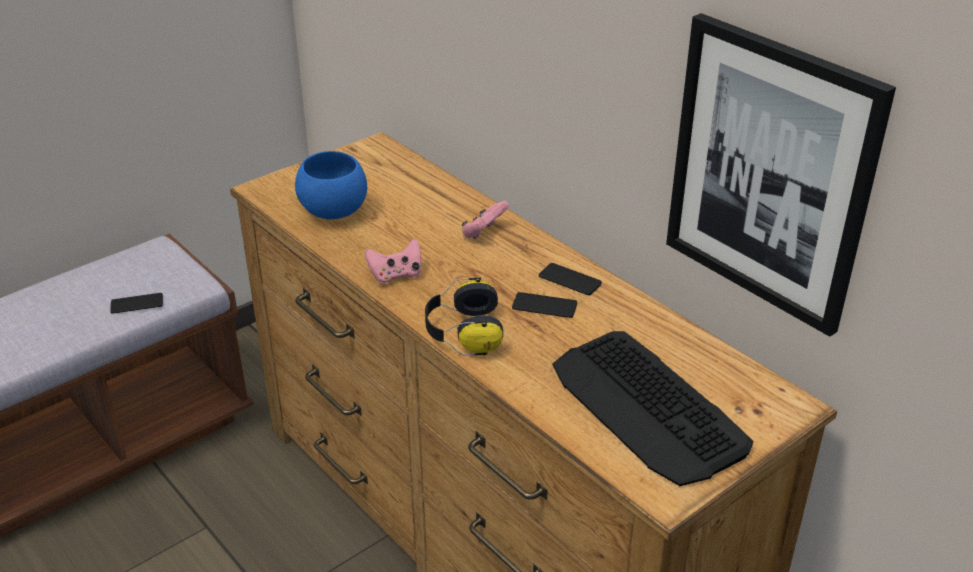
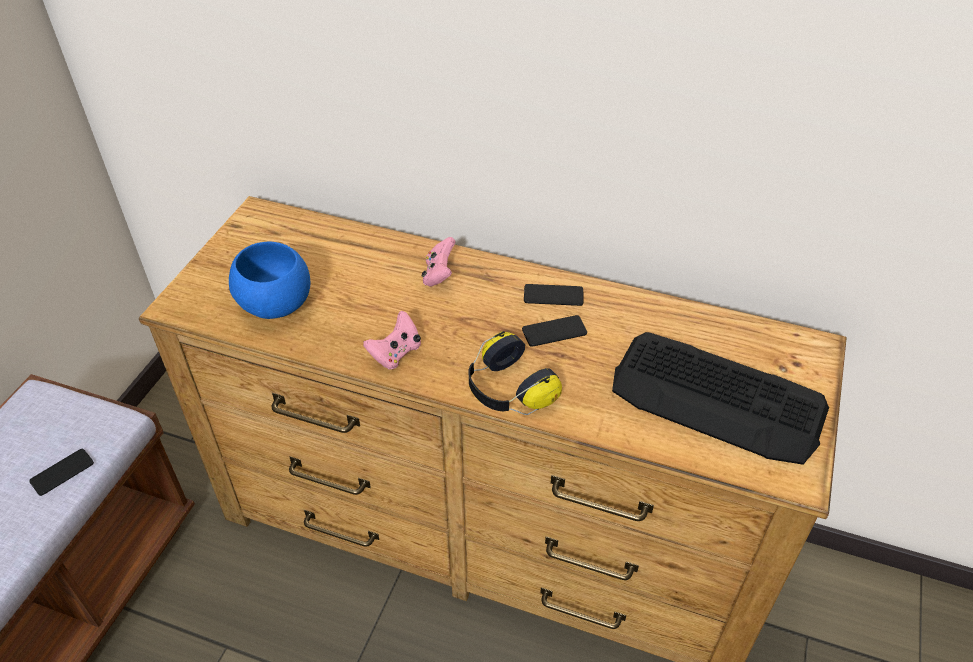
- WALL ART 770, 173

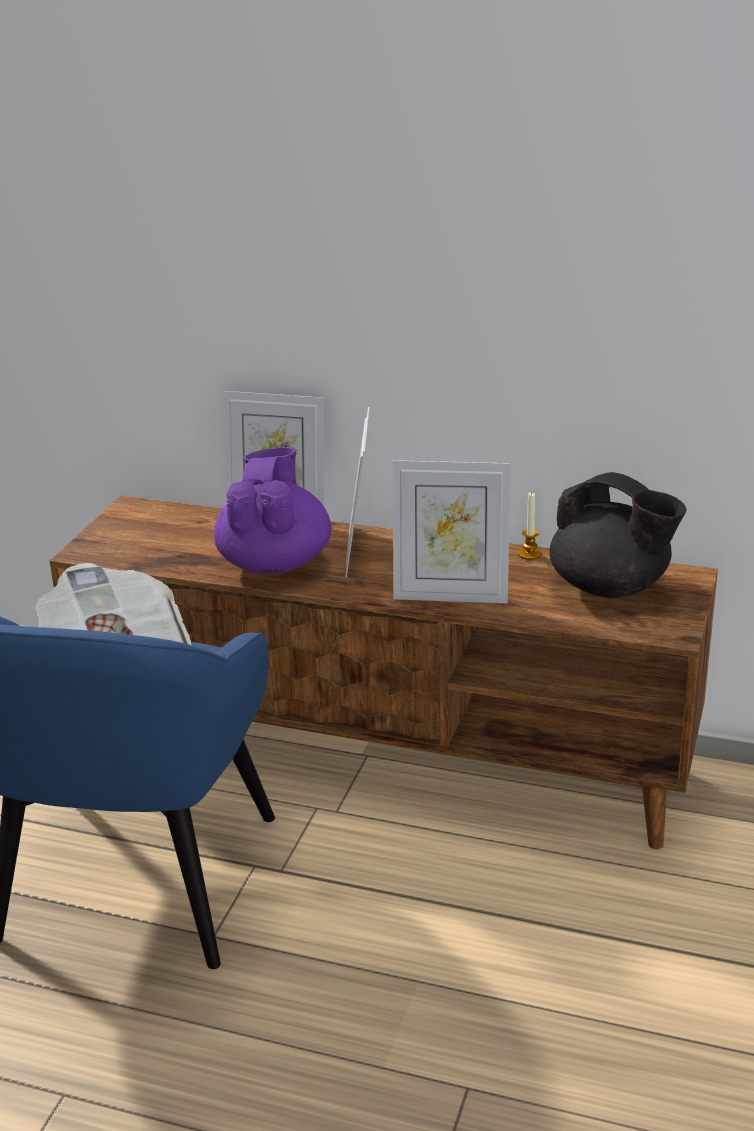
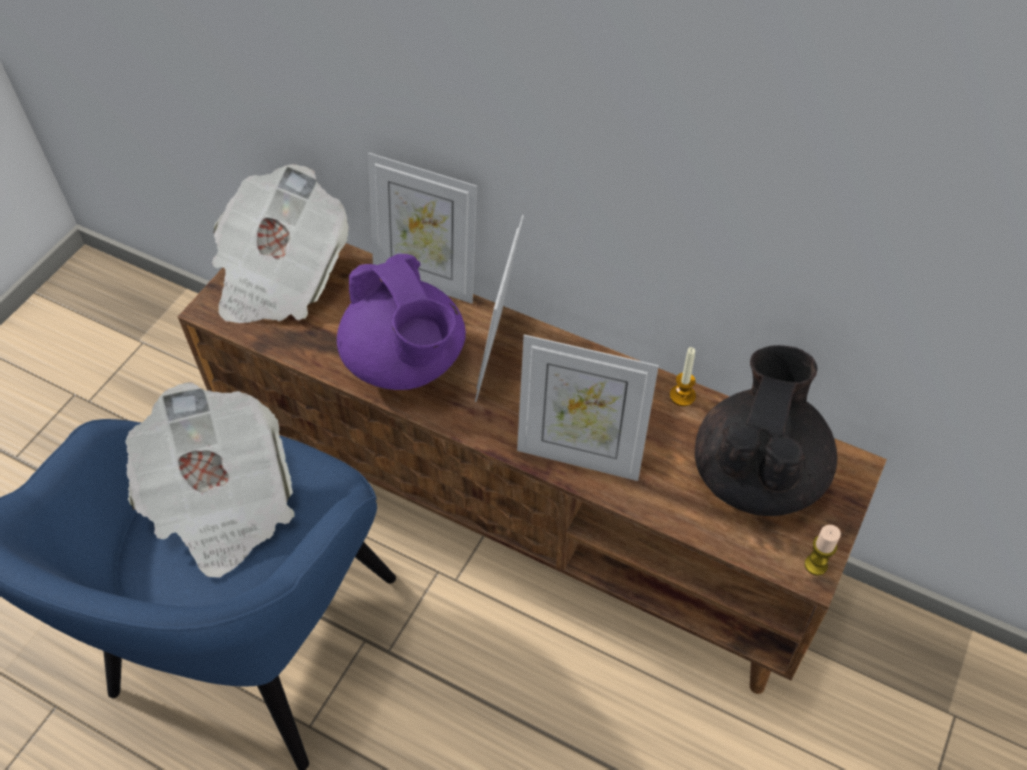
~ PURPLE TEAPOT 275, 562 = 406, 362 135 degrees clockwise
~ BLACK-COLOURED TEAPOT 610, 587 = 757, 473 120 degrees counterclockwise
+ NEWSPAPER 280, 276
+ WAX CANDLE 816, 565

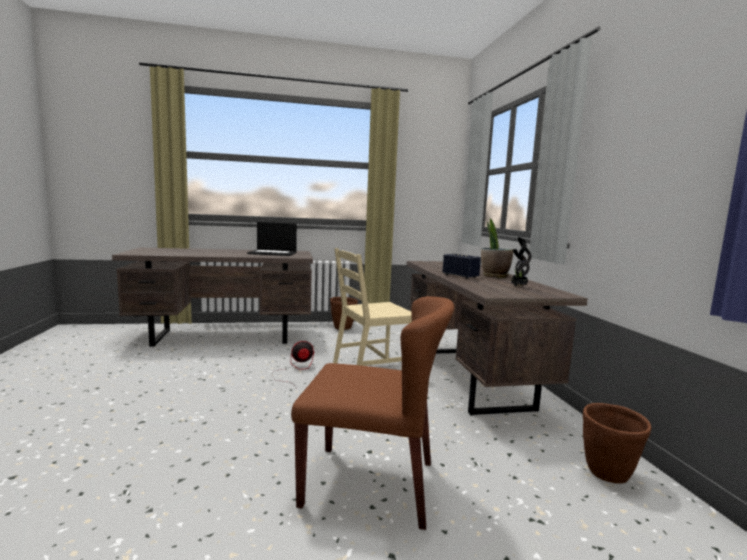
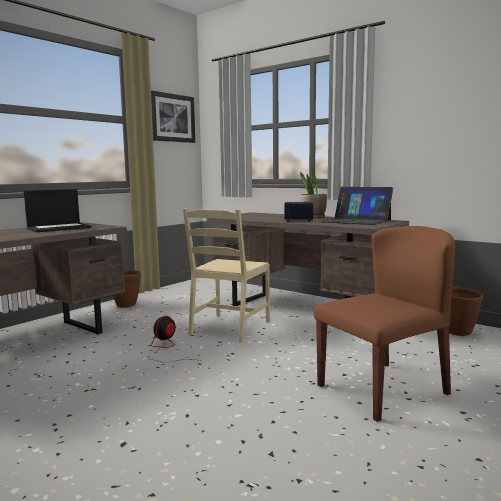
~ POTTED PLANT 518, 286 to NOTEBOOK COMPUTER 356, 221
+ WALL ART 172, 118

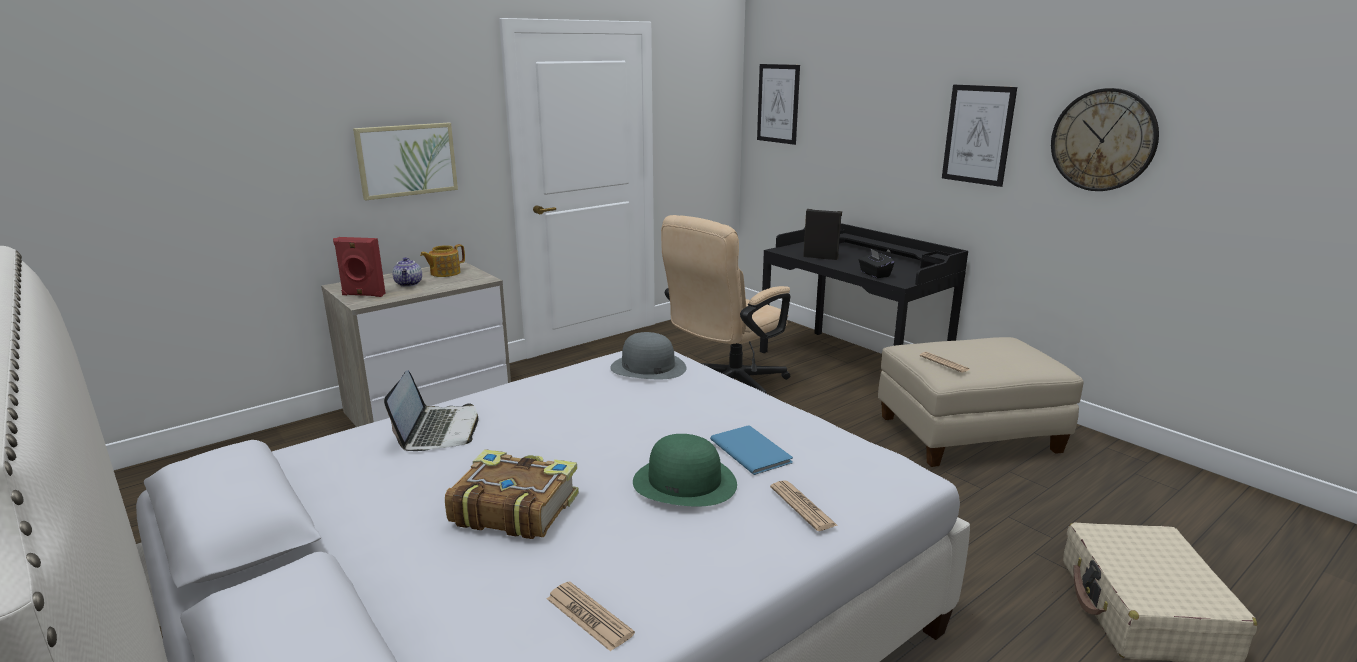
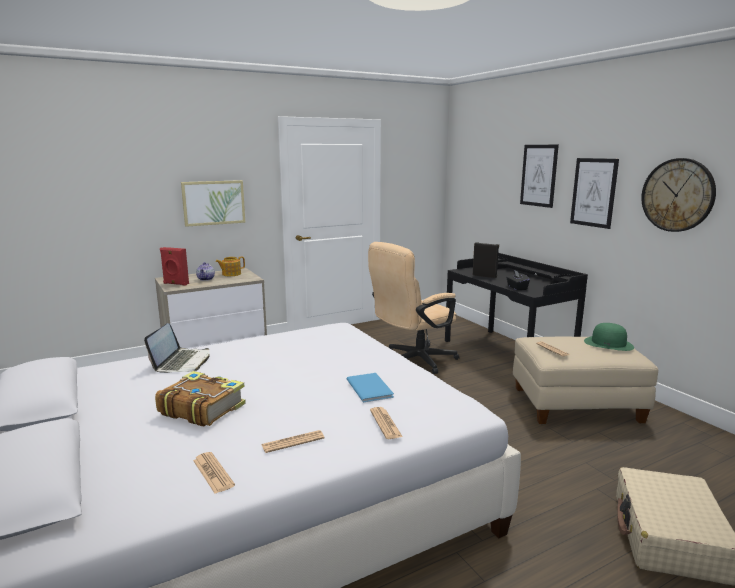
- GREYISH HAT 648, 367
~ GREEN-COLOURED HAT 685, 482 to 608, 344
~ WALL ART 778, 103 to 538, 175
+ NEWSPAPER 293, 442

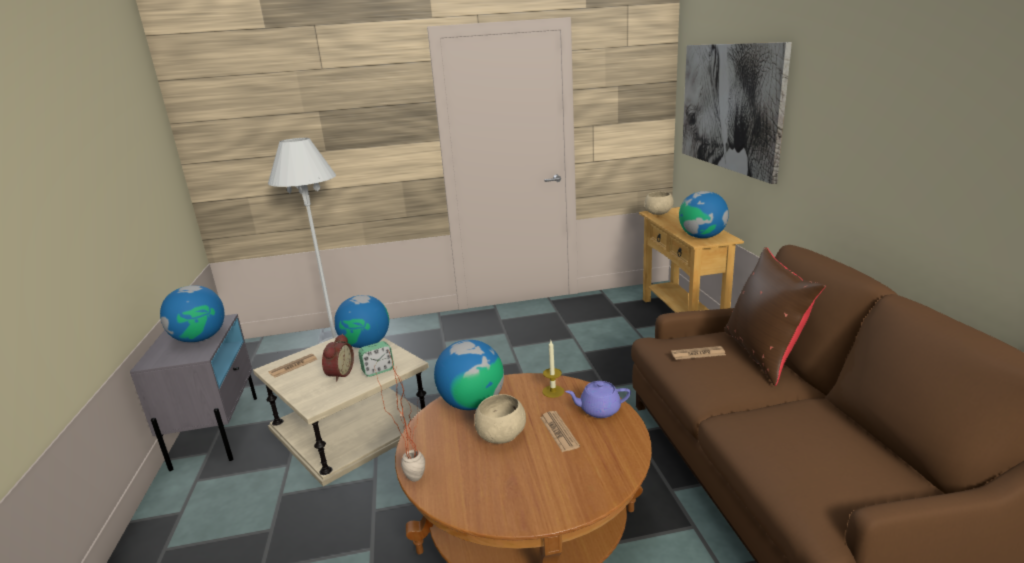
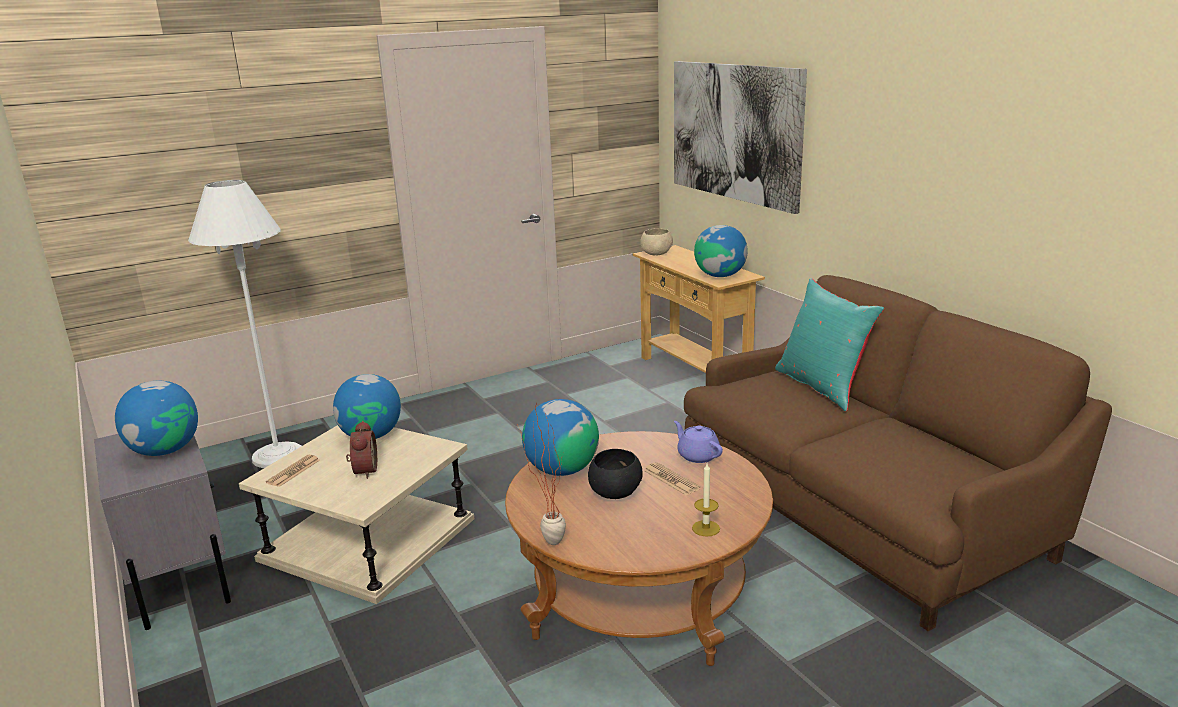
- BEDSIDE CLOCK 378, 370
~ BEIGE-COLOURED DEEP DISH 500, 436 to BLACK-COLOURED DEEP DISH 614, 493
~ WAX CANDLE 553, 391 to 706, 528
~ PURPLE TEAPOT 598, 410 = 697, 455 75 degrees clockwise
- NEWSPAPER 698, 354
~ BROWNISH CUSHION 763, 354 to TURQUOISE-COLOURED CUSHION 822, 386

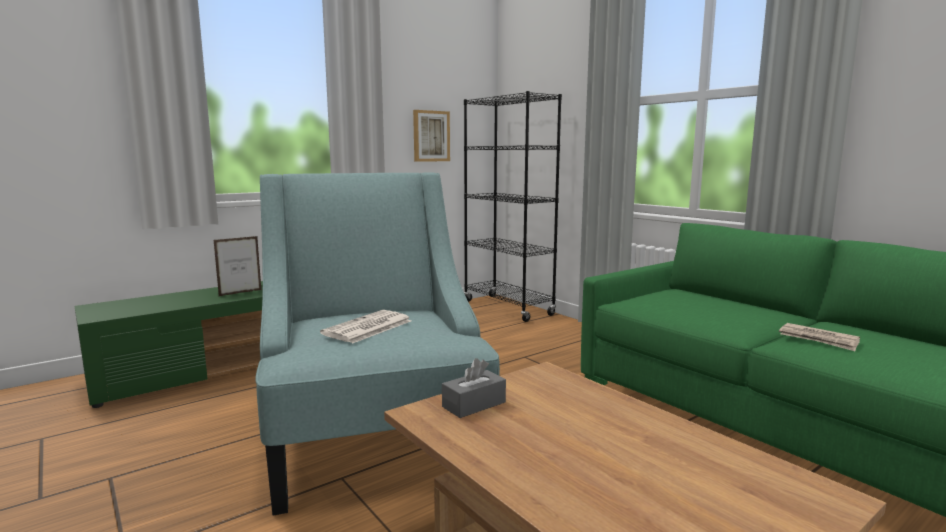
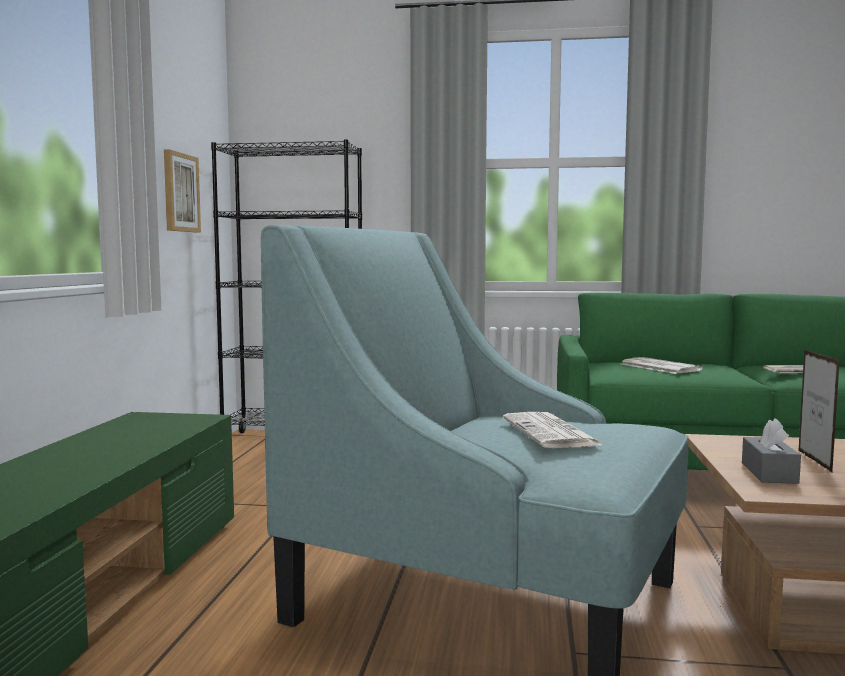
~ PHOTO FRAME 240, 293 to 814, 461
+ NEWSPAPER 658, 367

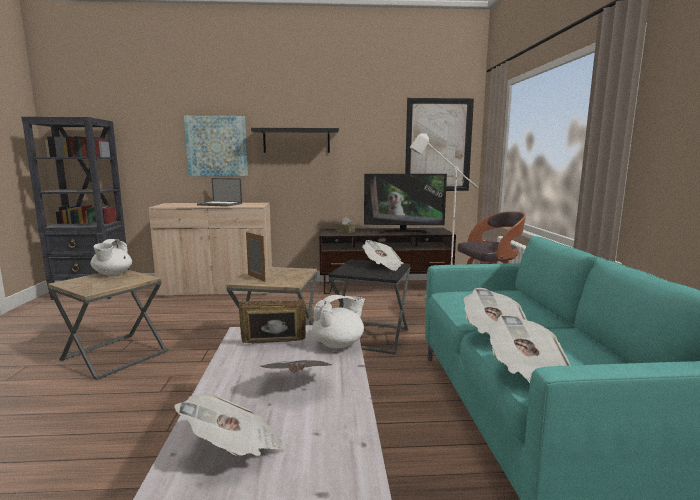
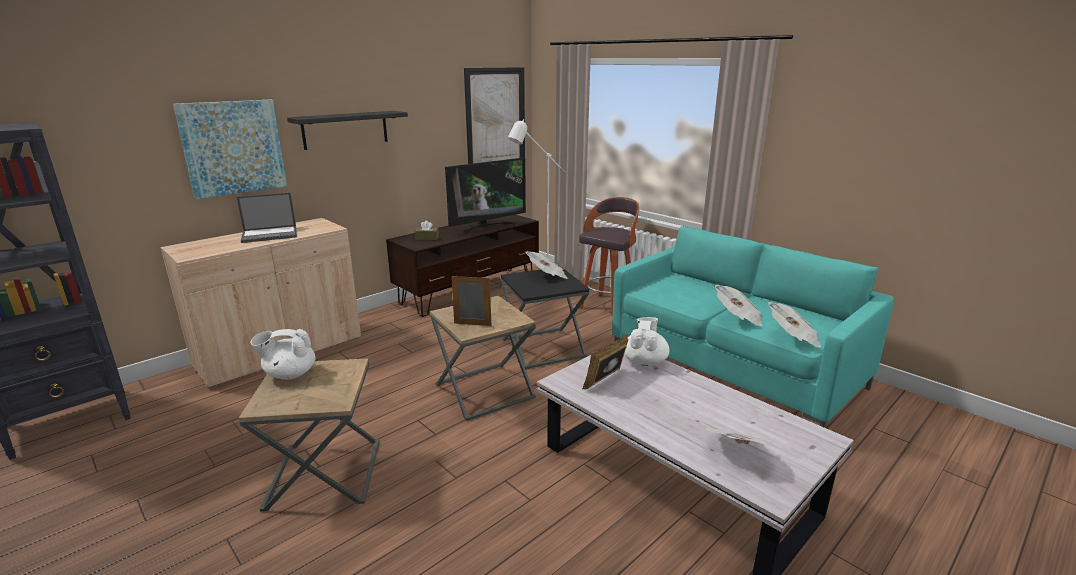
~ WHITISH TEAPOT 112, 274 = 289, 374 120 degrees clockwise
- NEWSPAPER 295, 384

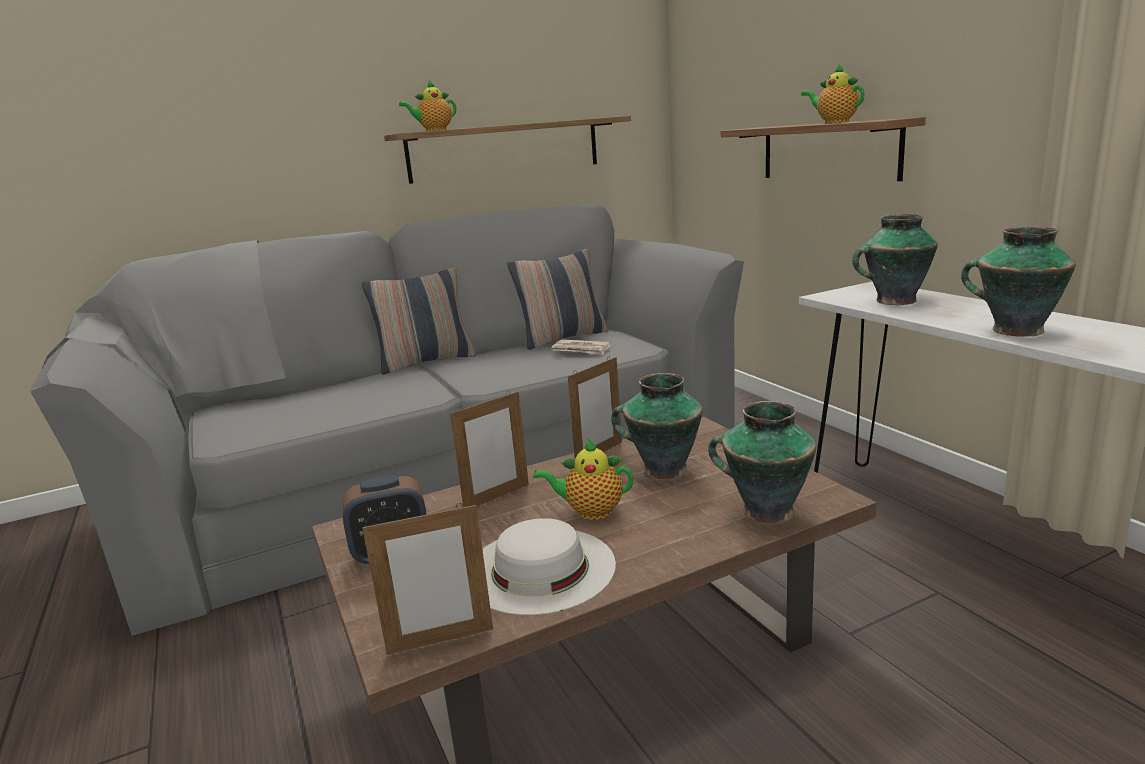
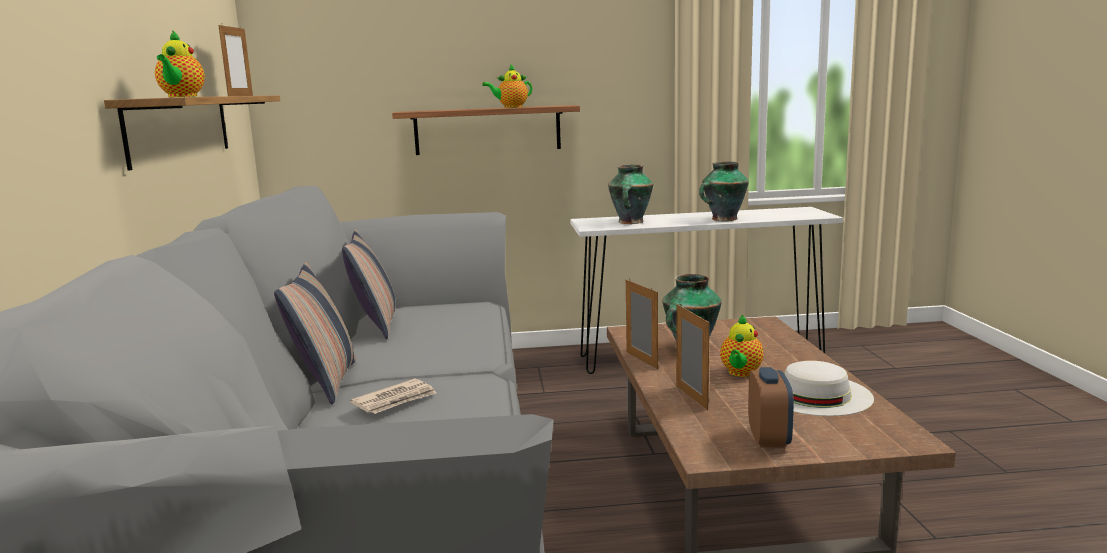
~ PHOTO FRAME 440, 641 to 240, 96
~ NEWSPAPER 581, 350 to 395, 400
- VASE 765, 511

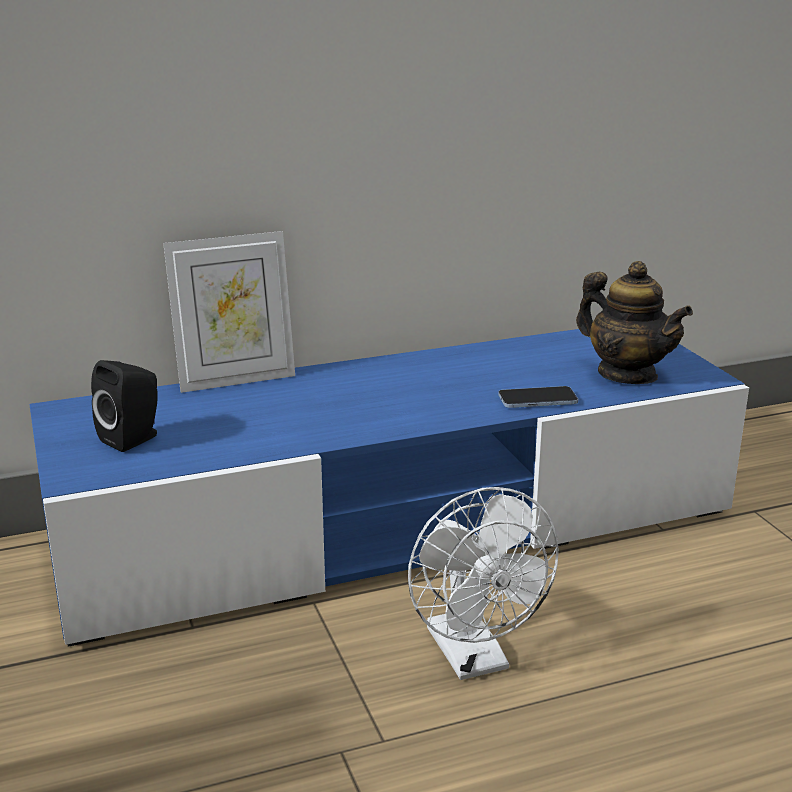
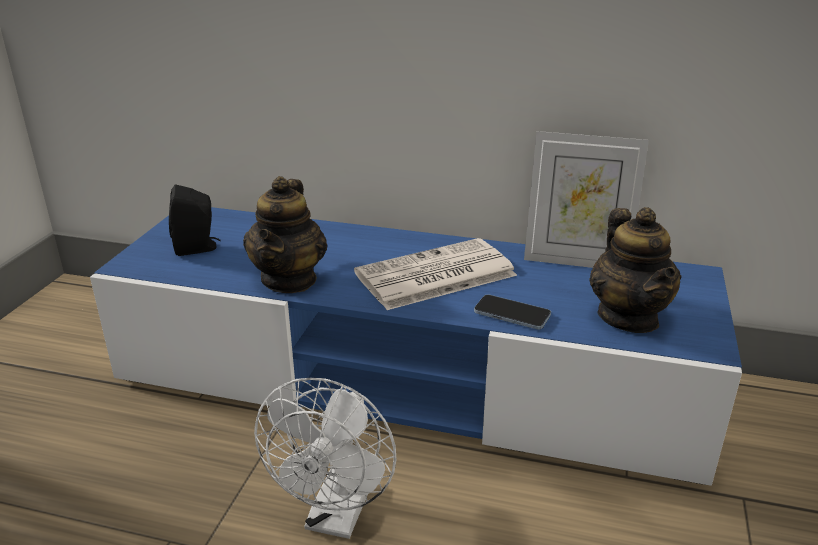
~ PHOTO FRAME 236, 379 to 576, 260
+ TEAPOT 289, 279
+ NEWSPAPER 434, 276

